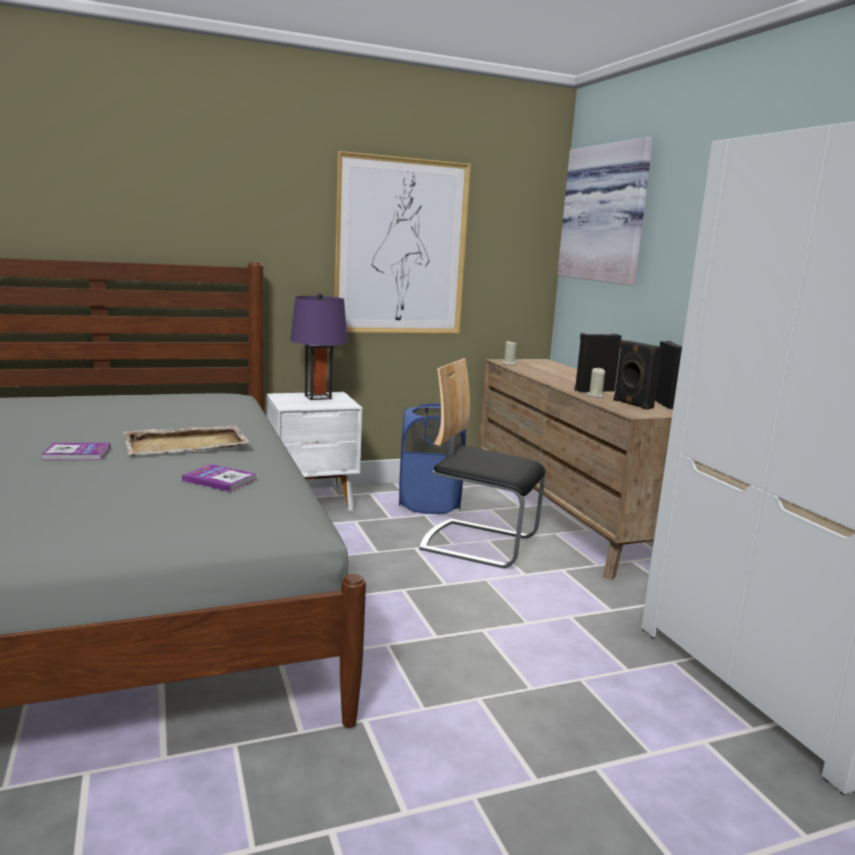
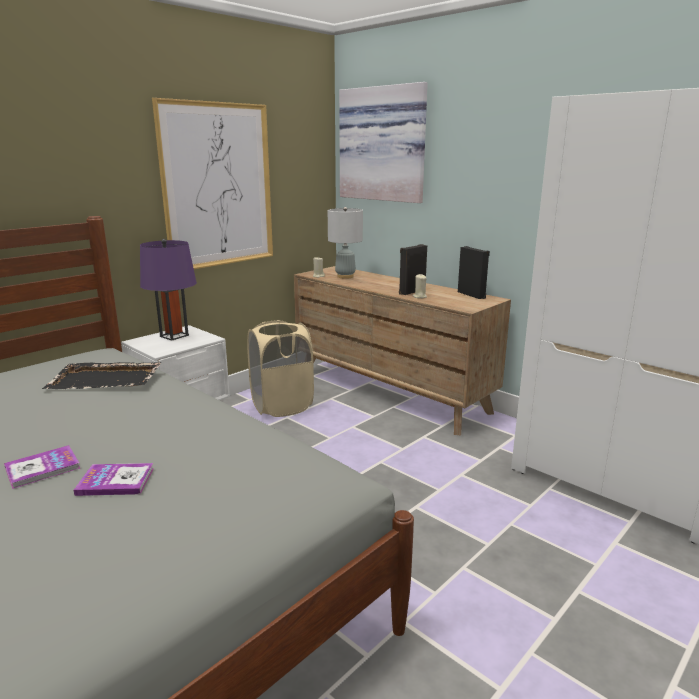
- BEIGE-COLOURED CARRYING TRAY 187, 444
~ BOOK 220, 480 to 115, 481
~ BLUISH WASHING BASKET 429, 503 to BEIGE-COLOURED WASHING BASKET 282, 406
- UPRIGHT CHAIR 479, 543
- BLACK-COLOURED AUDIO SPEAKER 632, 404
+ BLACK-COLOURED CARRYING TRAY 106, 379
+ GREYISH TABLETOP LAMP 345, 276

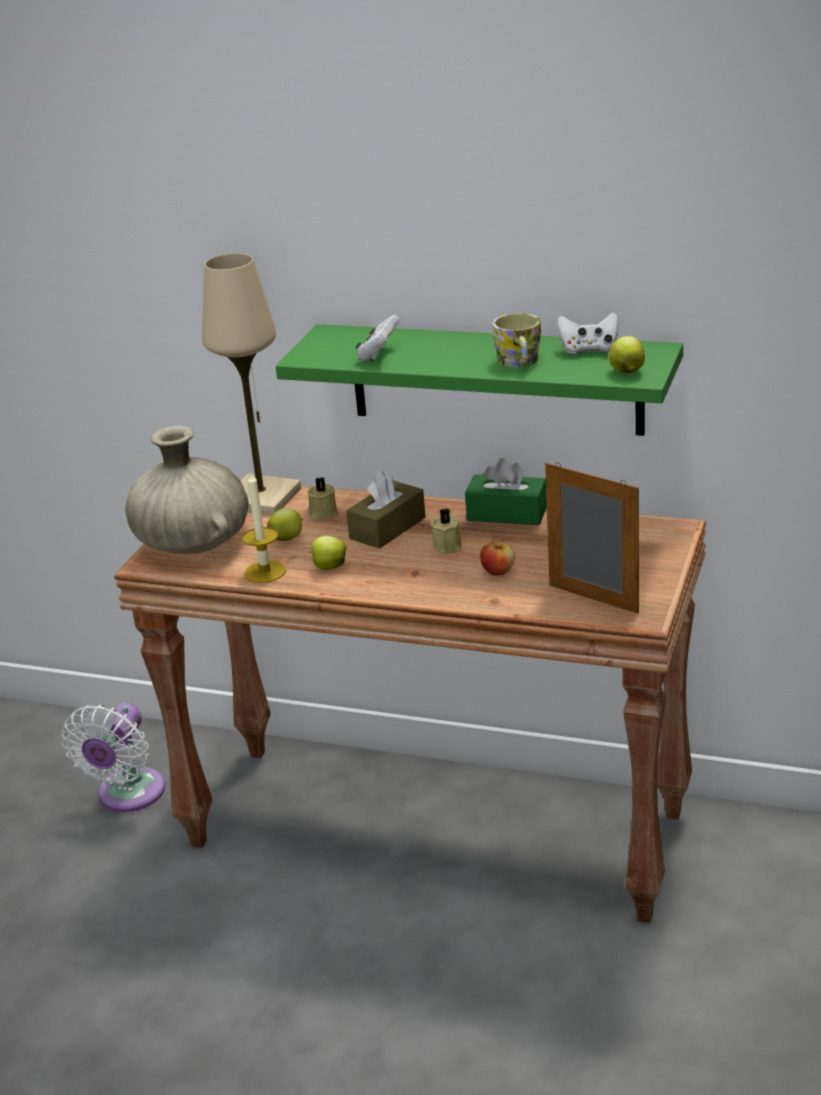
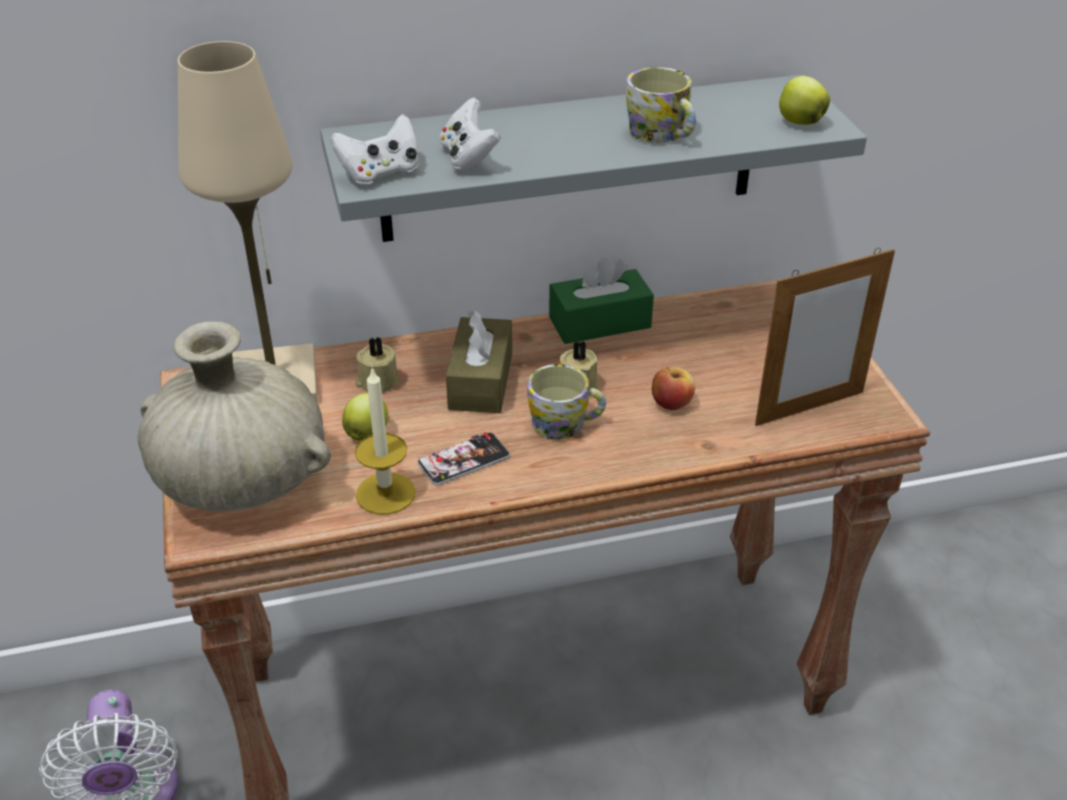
~ GREEN-COLOURED BRACKET SHELF 495, 379 to GREYISH BRACKET SHELF 570, 159
~ APPLE FRUIT 329, 567 to PHONE 464, 460
~ PHOTO FRAME 593, 599 = 809, 408 150 degrees clockwise
~ WHITISH GAME CONTROLLER 588, 350 to 380, 173
+ COFFEE MUG 566, 424

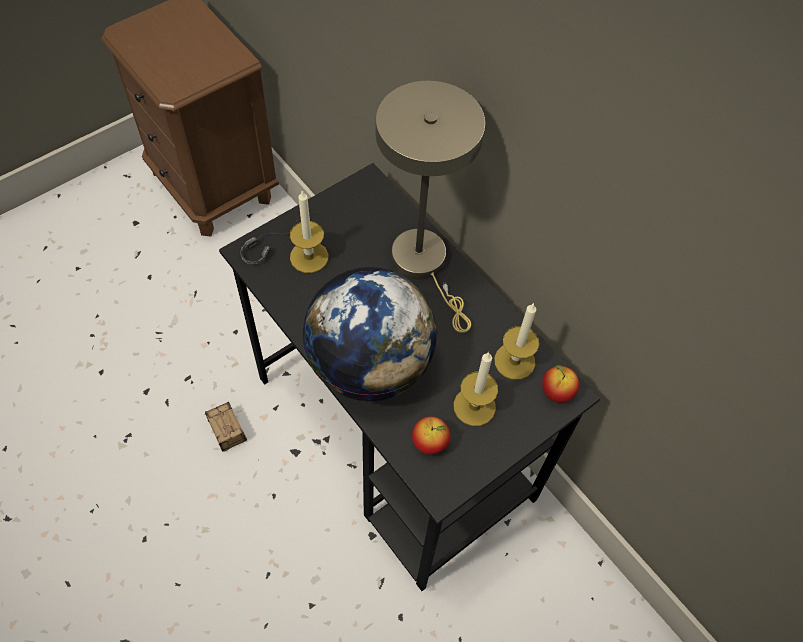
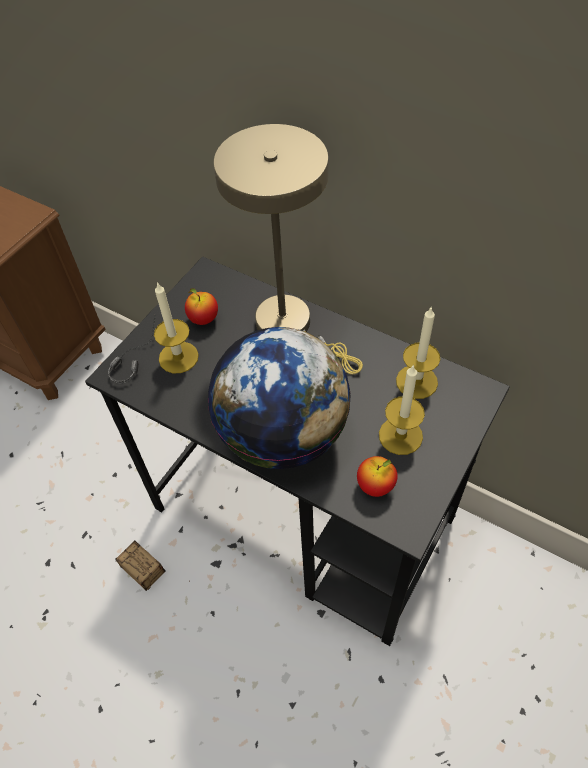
~ APPLE FRUIT 556, 392 to 203, 319

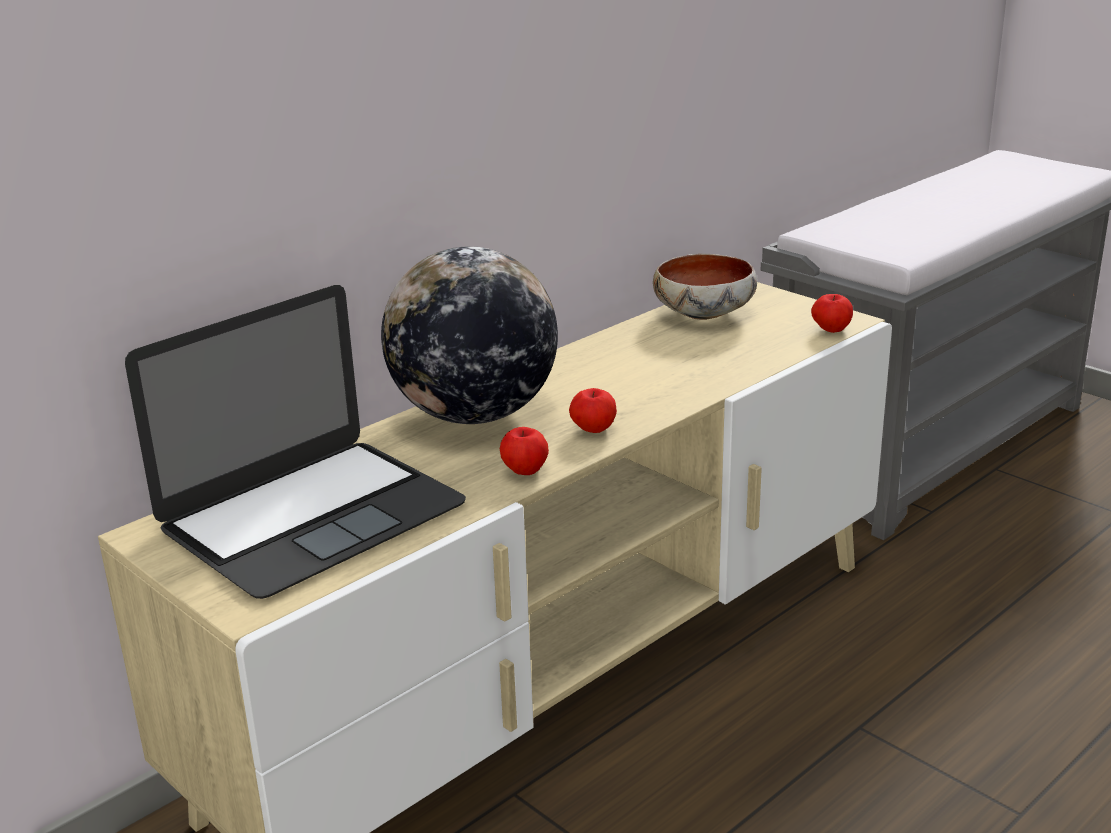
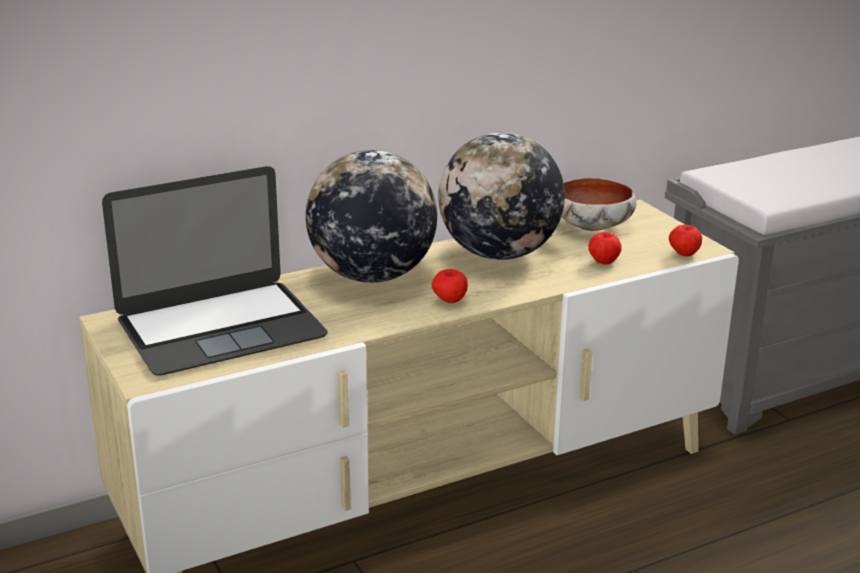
~ APPLE FRUIT 524, 471 to 603, 261
+ GLOBE 499, 254

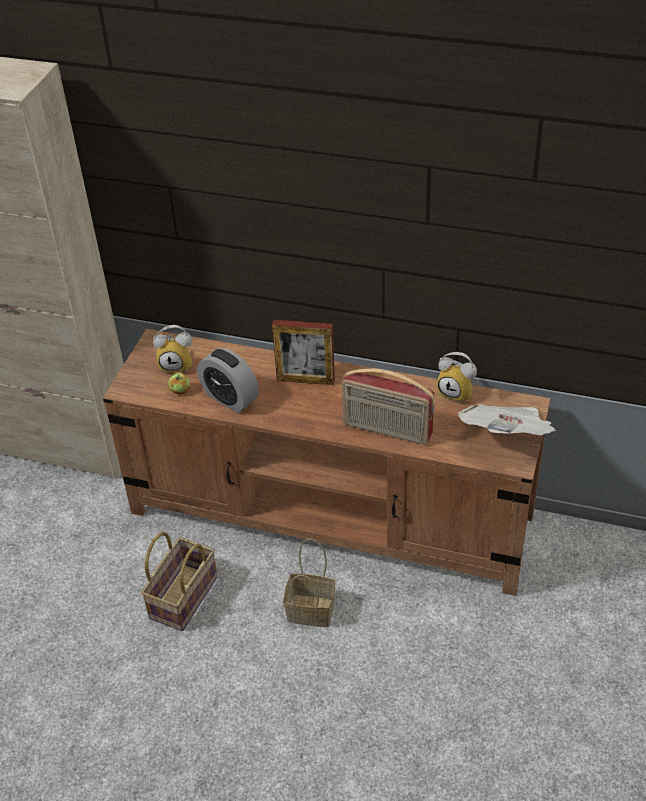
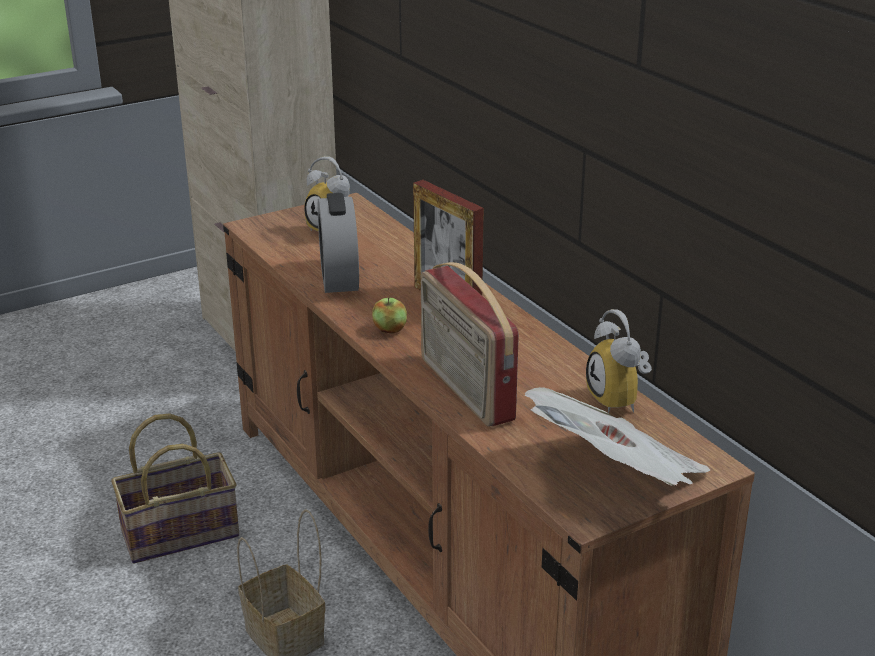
~ APPLE FRUIT 180, 391 to 389, 329

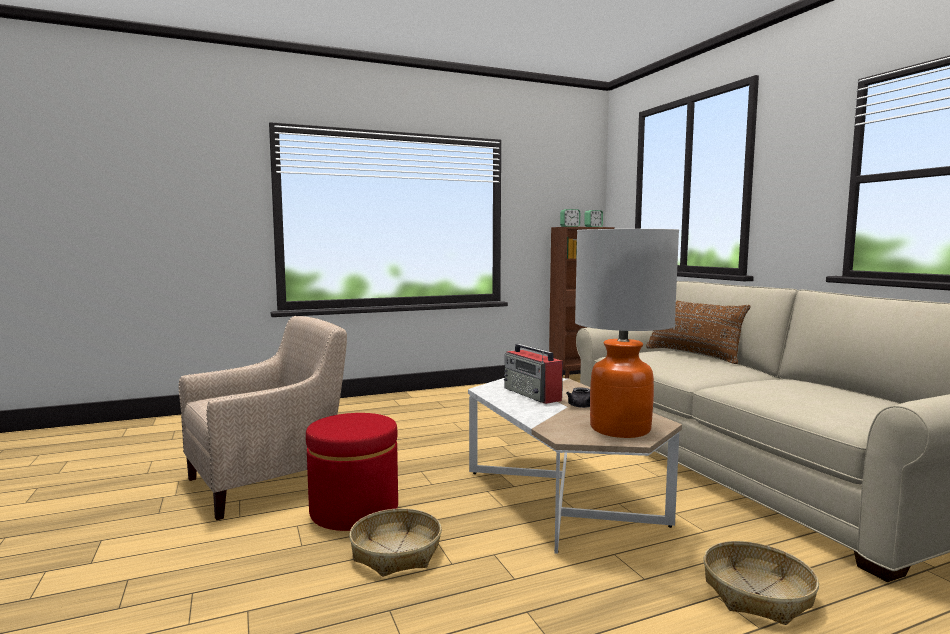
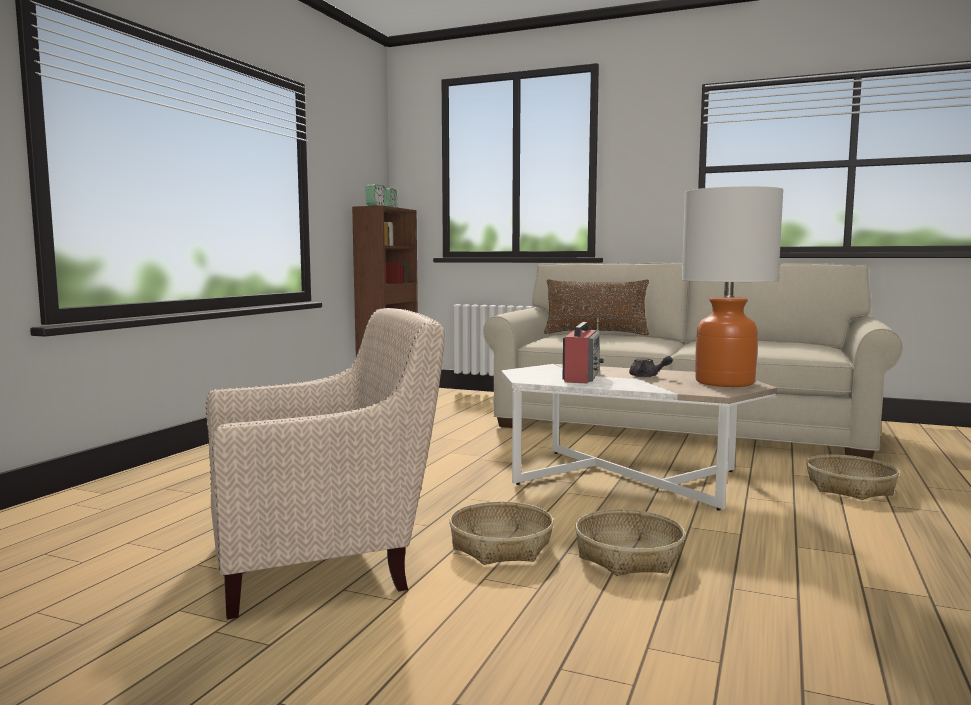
~ BEIGE-COLOURED EASY CHAIR 267, 482 = 323, 562 60 degrees clockwise
~ REDDISH POUFFE 354, 510 to STORAGE BASKET 501, 546
~ RADIO SET 532, 394 = 581, 376 90 degrees counterclockwise

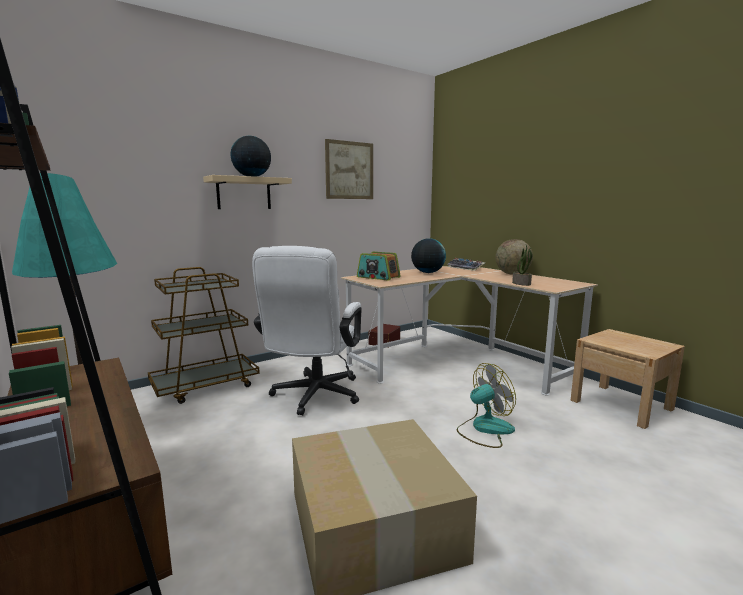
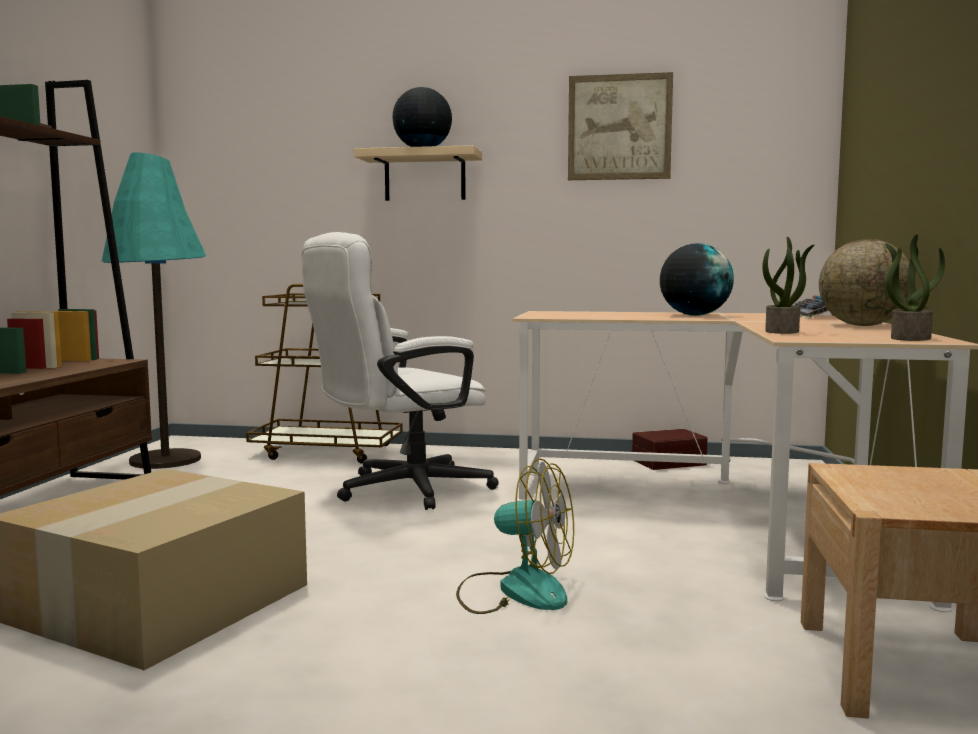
- RADIO SET 378, 277
+ POTTED PLANT 909, 338

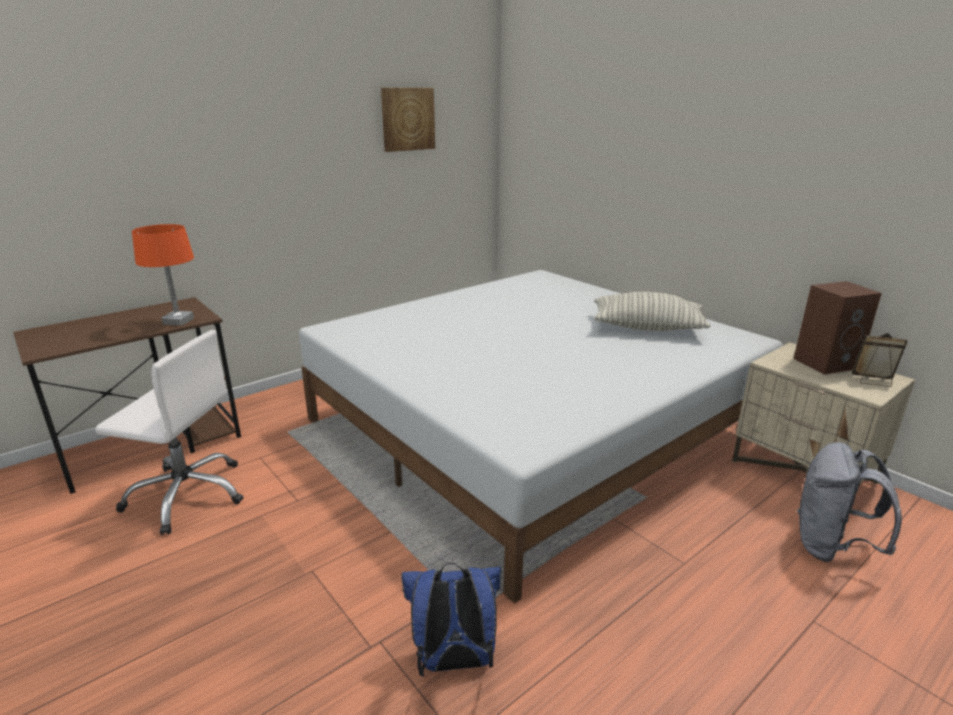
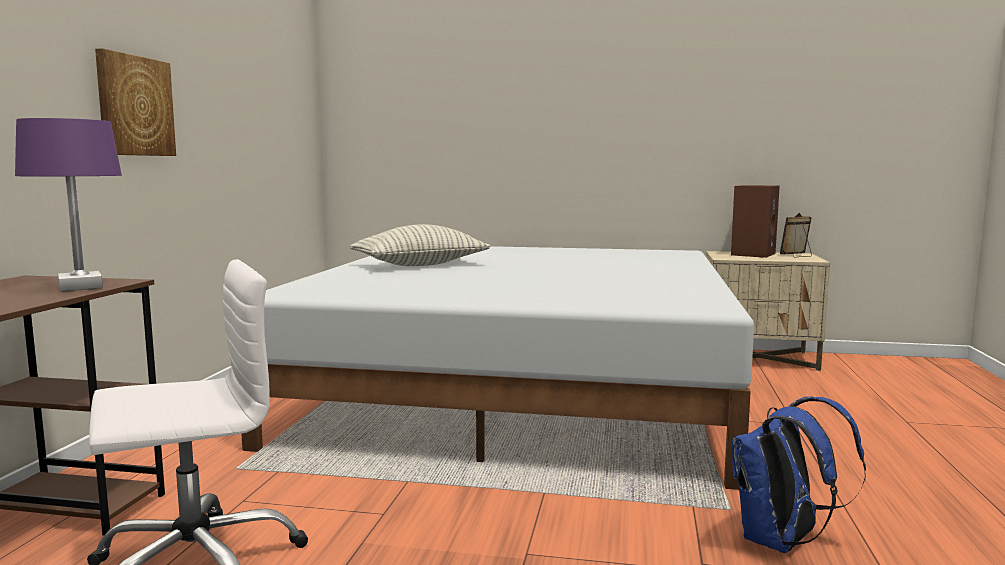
~ ORANGE TABLETOP LAMP 178, 321 to PURPLE TABLETOP LAMP 81, 287
~ WALL ART 407, 119 to 134, 106
~ CUSHION 647, 327 to 420, 265
- GREYISH RUCKSACK 830, 547

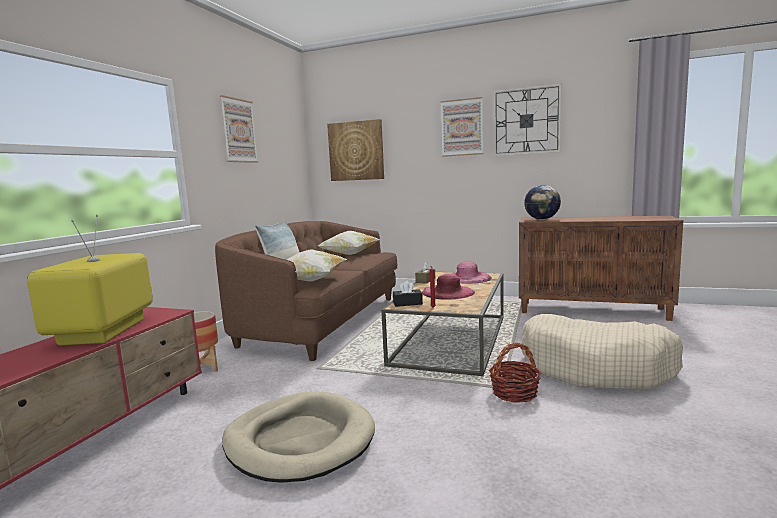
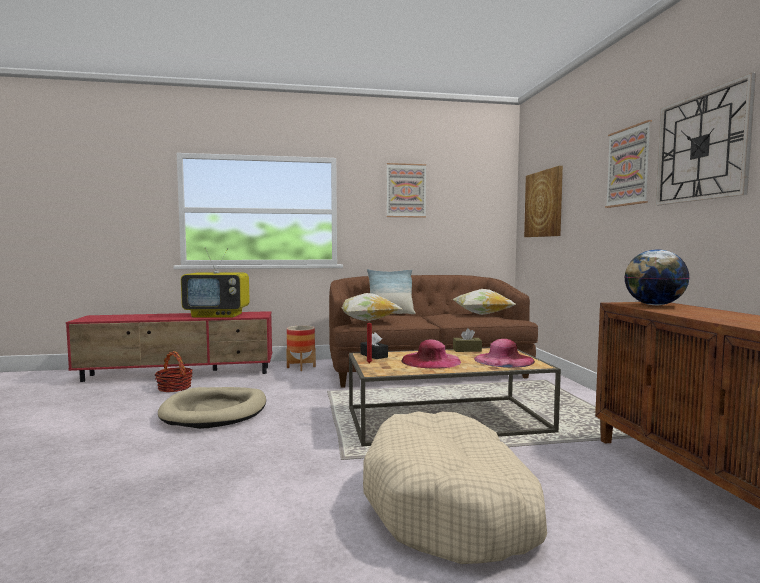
~ TELEVISION 104, 332 = 218, 315 150 degrees counterclockwise
~ STORAGE BASKET 514, 393 to 174, 388

